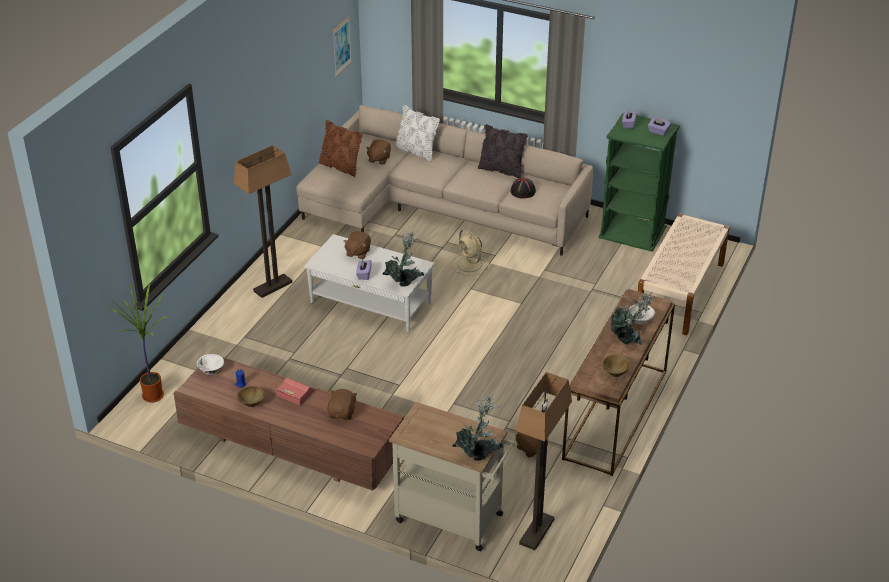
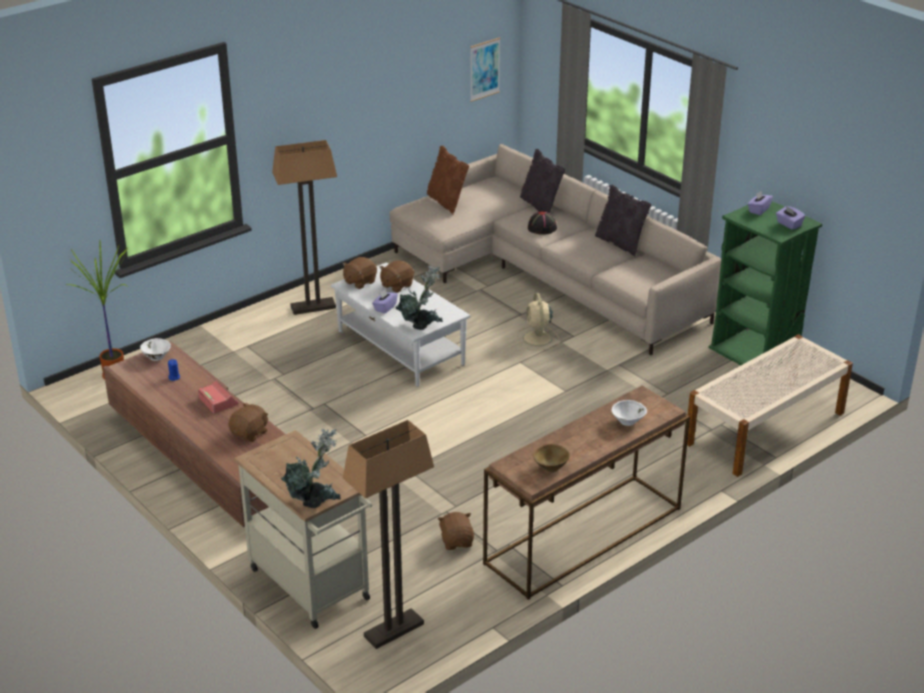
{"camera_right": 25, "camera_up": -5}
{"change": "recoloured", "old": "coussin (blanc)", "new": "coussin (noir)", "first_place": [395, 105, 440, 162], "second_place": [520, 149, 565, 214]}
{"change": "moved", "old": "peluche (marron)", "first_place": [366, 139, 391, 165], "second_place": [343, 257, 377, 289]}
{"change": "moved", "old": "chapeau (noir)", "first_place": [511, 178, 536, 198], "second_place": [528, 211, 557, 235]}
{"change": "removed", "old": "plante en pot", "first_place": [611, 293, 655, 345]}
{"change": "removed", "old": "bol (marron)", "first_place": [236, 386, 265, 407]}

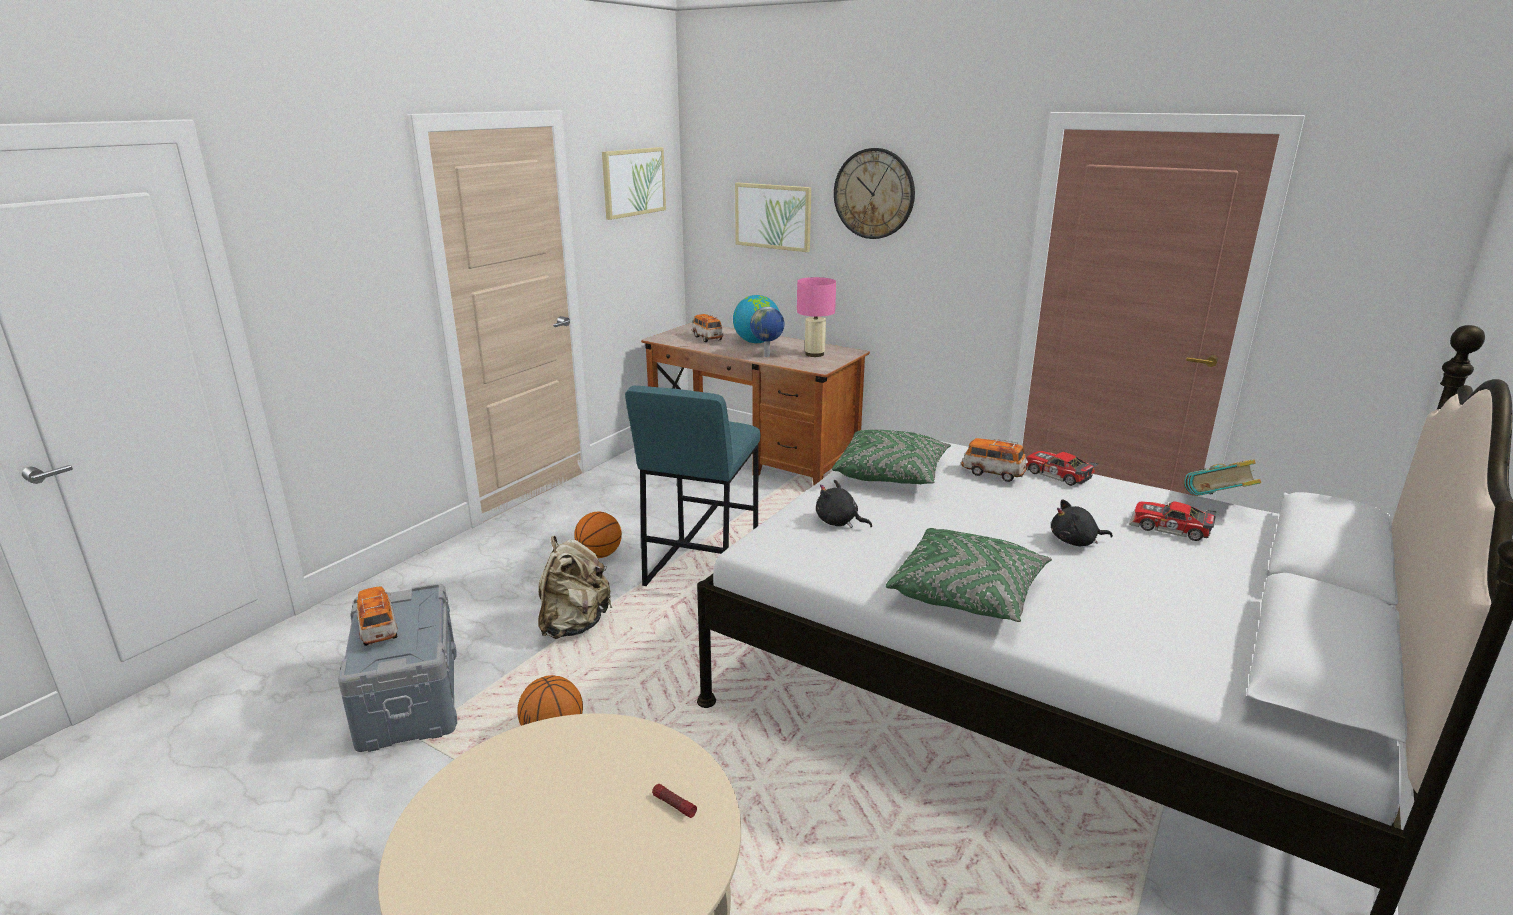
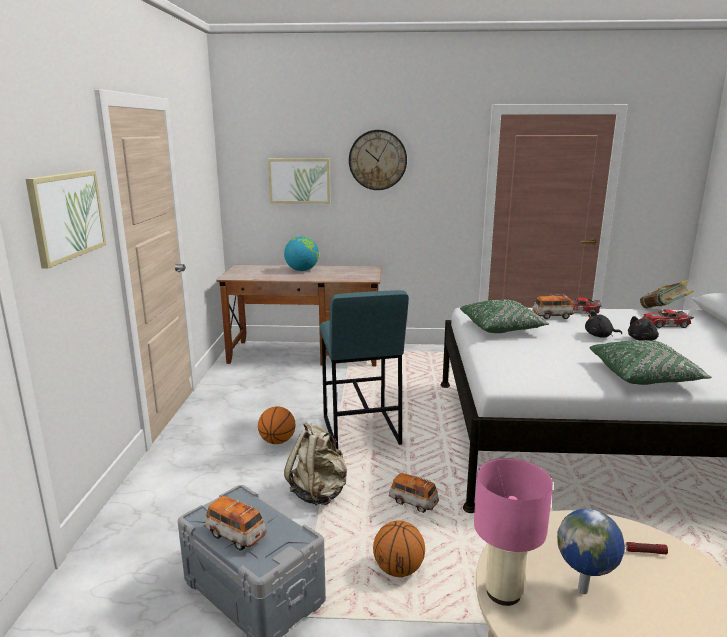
{"camera_right": -30, "camera_up": -5}
{"change": "moved", "old": "tableau", "first_place": [602, 147, 666, 220], "second_place": [25, 170, 106, 269]}
{"change": "moved", "old": "lampe de table (rose)", "first_place": [797, 277, 836, 357], "second_place": [474, 458, 553, 606]}
{"change": "moved", "old": "globe", "first_place": [750, 307, 785, 357], "second_place": [557, 509, 625, 594]}
{"change": "moved", "old": "petite voiture", "first_place": [692, 314, 724, 342], "second_place": [389, 473, 439, 513]}
{"change": "moved", "old": "peluche (noir)", "first_place": [816, 480, 872, 528], "second_place": [585, 311, 622, 337]}

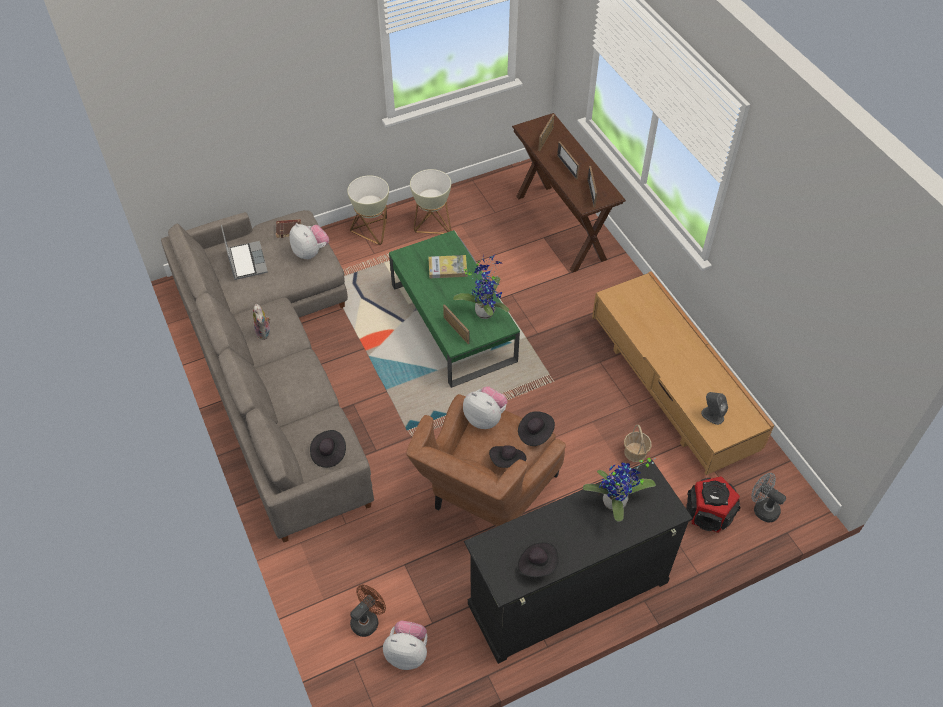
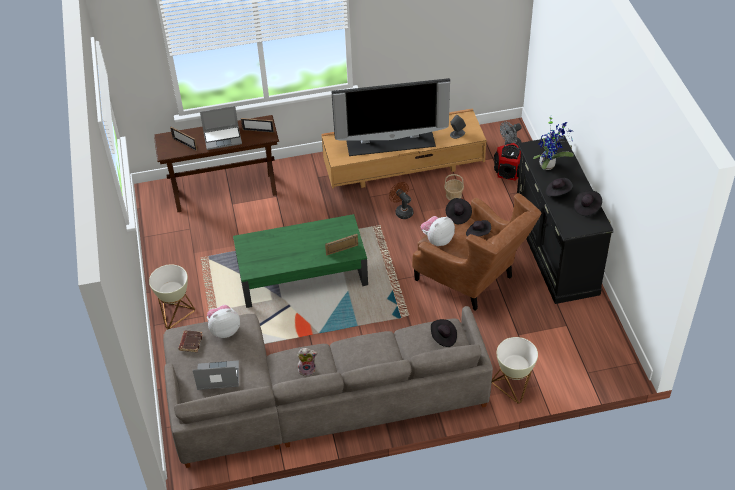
{"camera_right": -75, "camera_up": -5}
{"change": "replaced", "old": "cadre photo", "new": "ordinateur portable", "first_place": [557, 141, 579, 180], "second_place": [200, 106, 242, 150]}
{"change": "moved", "old": "cache-pot", "first_place": [410, 169, 451, 234], "second_place": [492, 337, 538, 403]}
{"change": "removed", "old": "livre", "first_place": [428, 255, 467, 278]}
{"change": "removed", "old": "plante en pot", "first_place": [453, 255, 509, 319]}
{"change": "moved", "old": "ventilateur (marron)", "first_place": [350, 584, 386, 637], "second_place": [389, 182, 413, 219]}
{"change": "removed", "old": "peluche", "first_place": [383, 620, 427, 670]}
{"change": "added", "new": "téléviseur", "second_place": [331, 78, 450, 156]}
{"change": "added", "new": "chapeau (noir)", "second_place": [546, 177, 573, 197]}

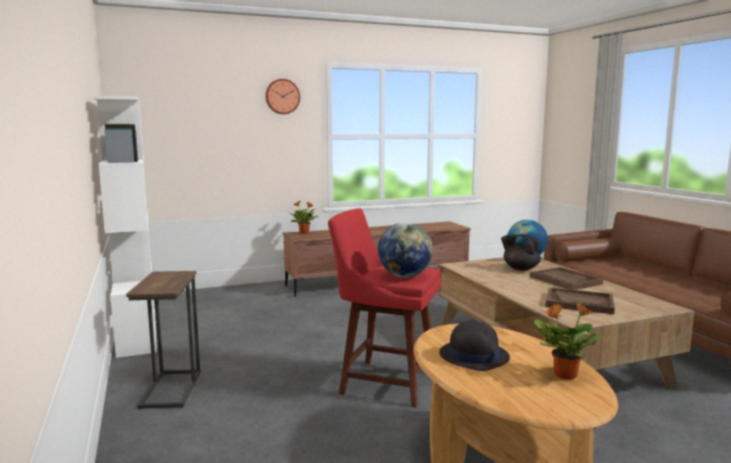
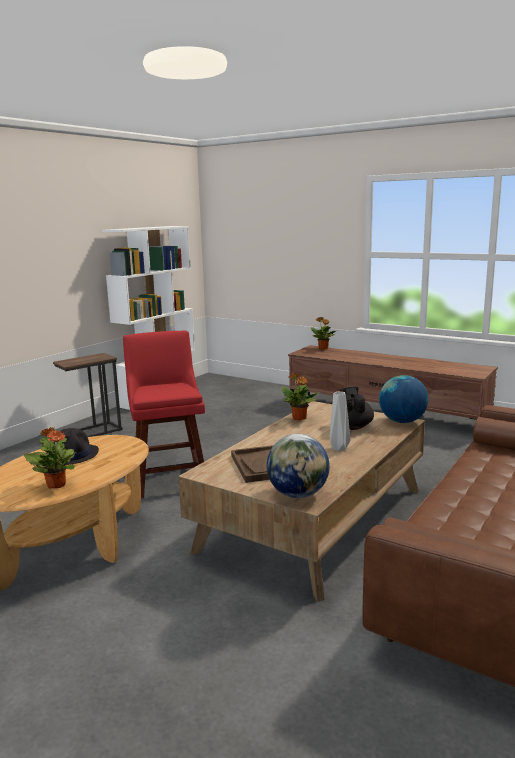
{"camera_right": 55, "camera_up": 5}
{"change": "removed", "old": "horloge murale", "first_place": [265, 79, 300, 114]}
{"change": "moved", "old": "globe", "first_place": [378, 222, 433, 278], "second_place": [266, 434, 330, 498]}
{"change": "replaced", "old": "plateau (marron)", "new": "vase (gris)", "first_place": [530, 267, 603, 290], "second_place": [329, 392, 351, 451]}
{"change": "added", "new": "plante en pot", "second_place": [282, 373, 320, 420]}

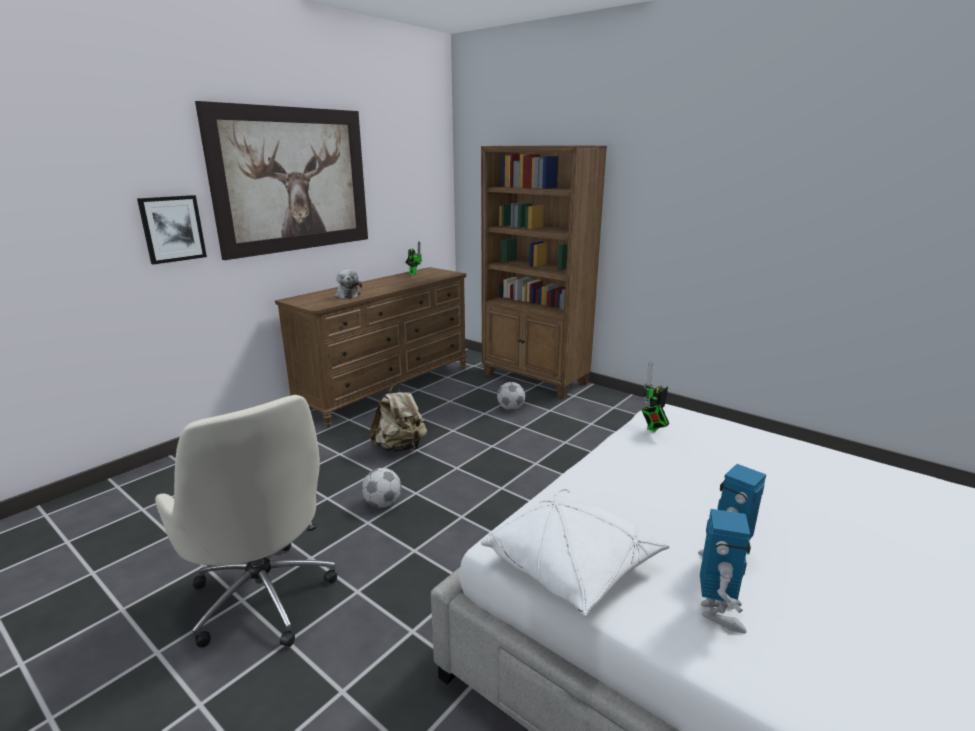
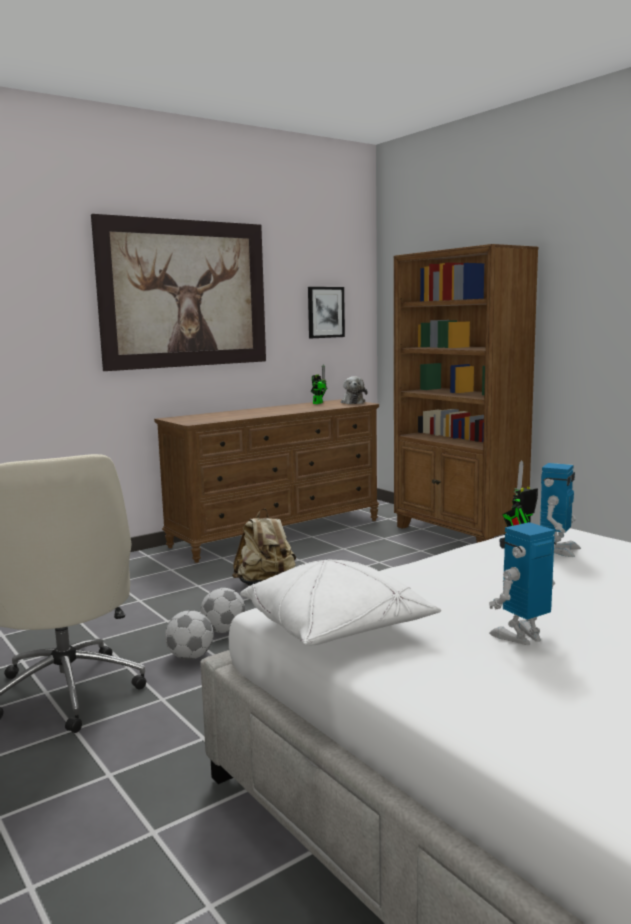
{"camera_right": 15, "camera_up": -10}
{"change": "moved", "old": "tableau", "first_place": [137, 195, 207, 265], "second_place": [308, 287, 345, 338]}
{"change": "moved", "old": "peluche", "first_place": [335, 270, 362, 299], "second_place": [341, 376, 367, 404]}
{"change": "moved", "old": "ballon de foot", "first_place": [497, 382, 525, 410], "second_place": [165, 610, 214, 660]}
{"change": "moved", "old": "robot jouet", "first_place": [700, 509, 751, 633], "second_place": [540, 463, 581, 557]}

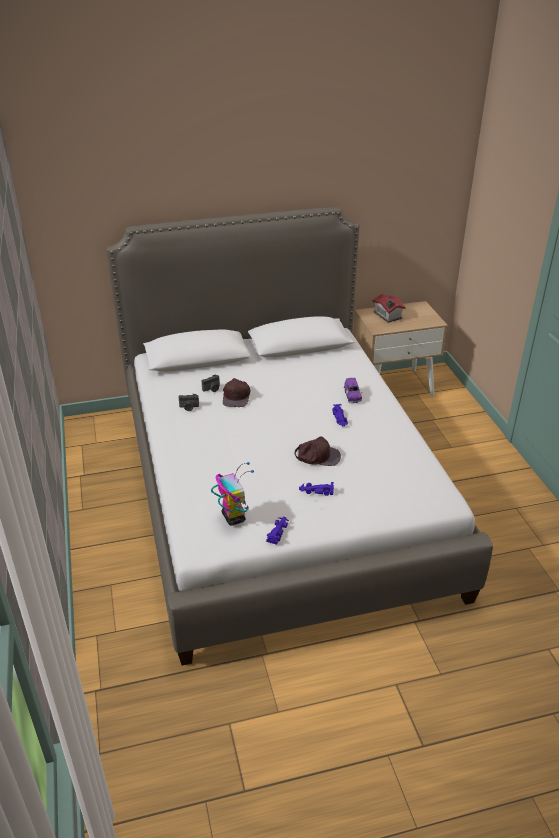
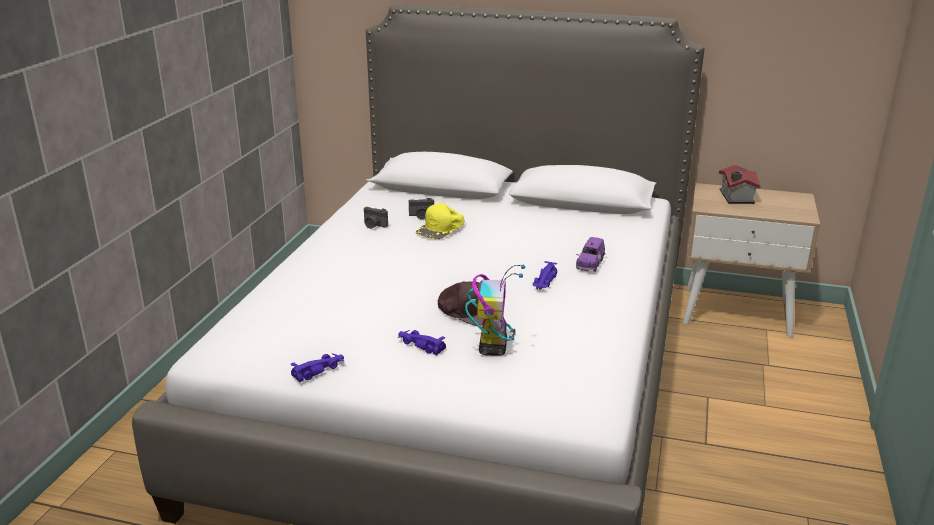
{"camera_right": 30, "camera_up": -10}
{"change": "recoloured", "old": "casquette (marron)", "new": "casquette (jaune)", "first_place": [223, 378, 250, 407], "second_place": [415, 203, 465, 239]}
{"change": "moved", "old": "robot jouet", "first_place": [211, 462, 254, 526], "second_place": [465, 265, 525, 356]}

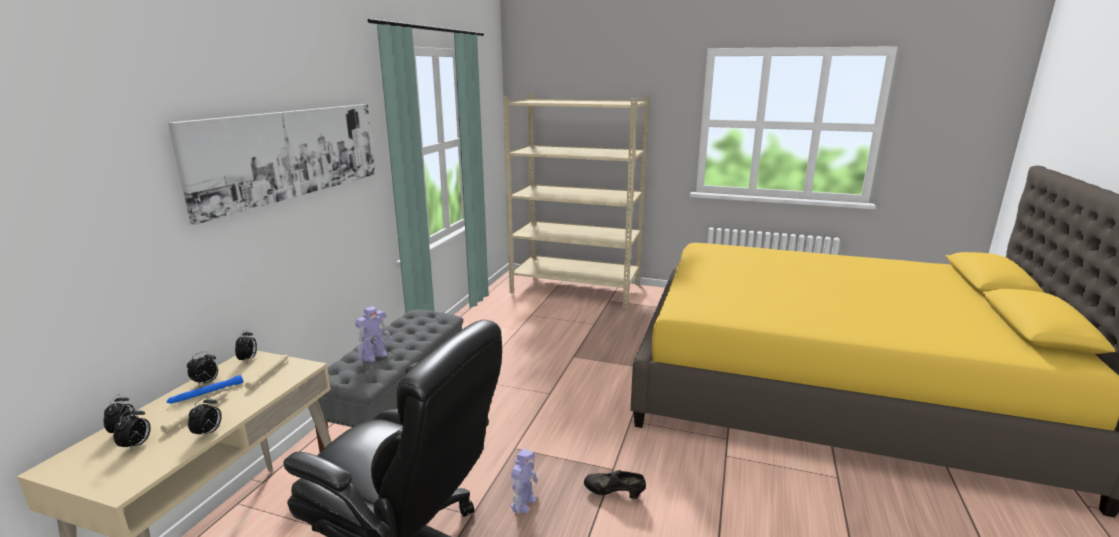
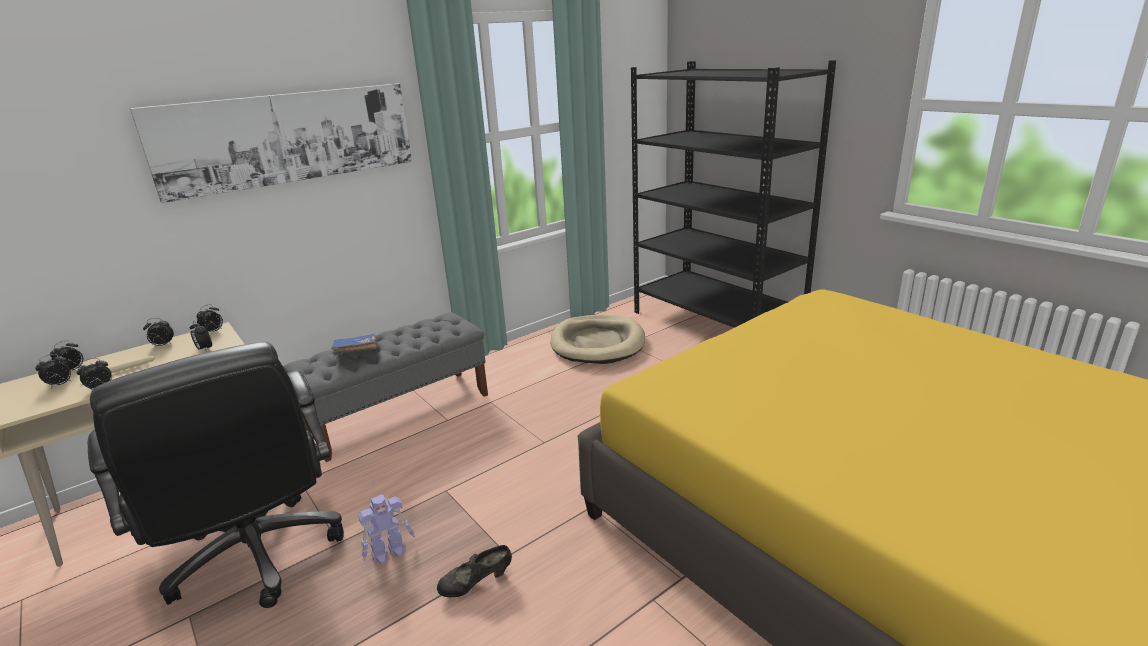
{"camera_right": 35, "camera_up": 5}
{"change": "recoloured", "old": "bibliothèque (beige)", "new": "bibliothèque (noir)", "first_place": [503, 93, 649, 308], "second_place": [631, 60, 836, 328]}
{"change": "replaced", "old": "robot jouet", "new": "livre (bleu)", "first_place": [355, 306, 393, 362], "second_place": [331, 334, 377, 354]}
{"change": "replaced", "old": "lampe de poche (beige)", "new": "réveil", "first_place": [245, 355, 288, 390], "second_place": [190, 321, 212, 352]}
{"change": "removed", "old": "lampe de poche (bleu)", "first_place": [167, 375, 243, 404]}
{"change": "turned", "old": "chaussure (noir)", "first_place": [584, 470, 646, 499], "second_place": [437, 545, 512, 597], "degrees": -75}
{"change": "added", "new": "panier pour chien (beige)", "second_place": [550, 315, 645, 364]}

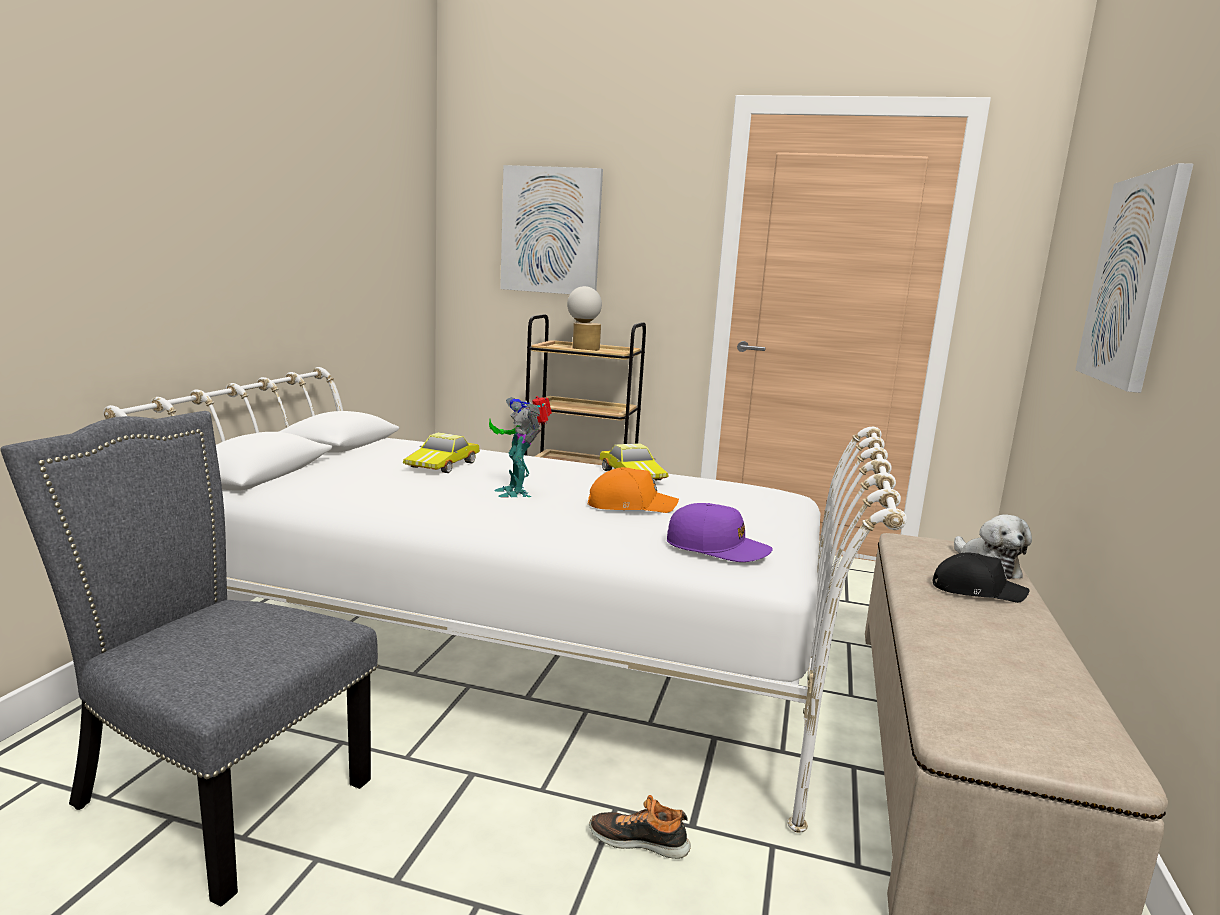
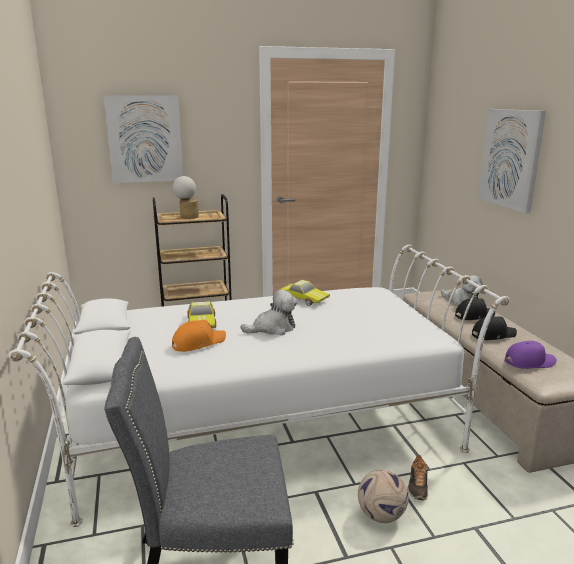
{"camera_right": -30, "camera_up": 5}
{"change": "replaced", "old": "robot jouet", "new": "peluche", "first_place": [489, 396, 552, 497], "second_place": [241, 290, 298, 335]}
{"change": "moved", "old": "casquette (orange)", "first_place": [588, 467, 679, 513], "second_place": [172, 320, 226, 352]}
{"change": "moved", "old": "casquette (violet)", "first_place": [667, 503, 773, 562], "second_place": [505, 341, 557, 369]}
{"change": "turned", "old": "chaussure", "first_place": [589, 795, 691, 859], "second_place": [407, 455, 428, 500], "degrees": -60}
{"change": "added", "new": "casquette (noir)", "second_place": [472, 316, 517, 340]}
{"change": "added", "new": "ballon de foot", "second_place": [358, 470, 409, 523]}

